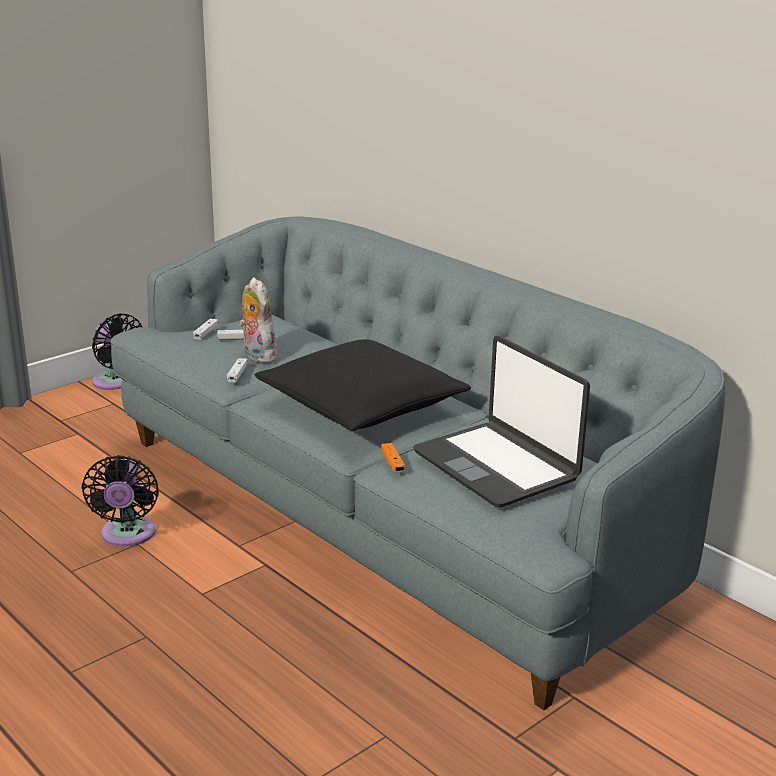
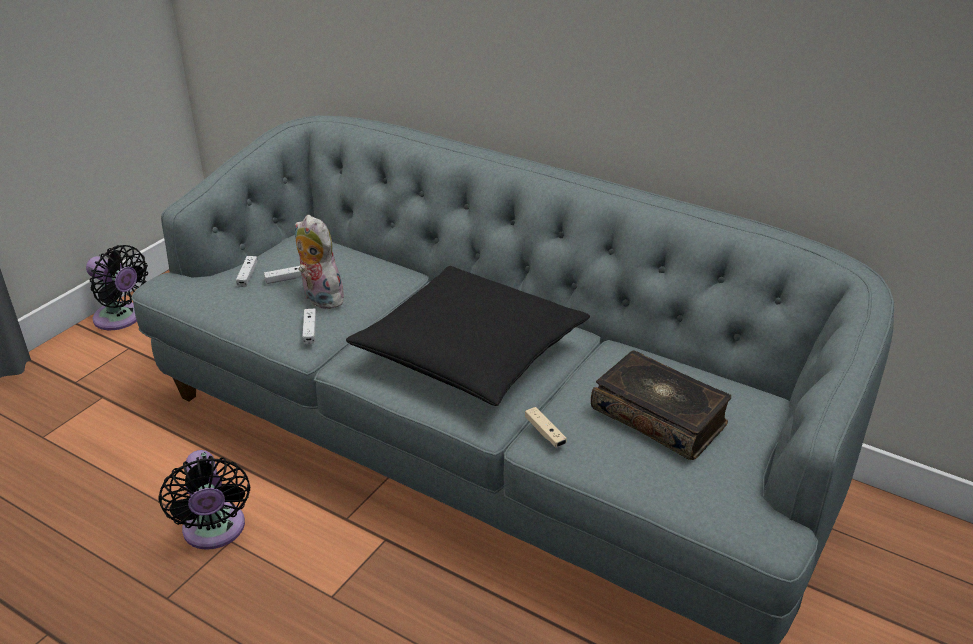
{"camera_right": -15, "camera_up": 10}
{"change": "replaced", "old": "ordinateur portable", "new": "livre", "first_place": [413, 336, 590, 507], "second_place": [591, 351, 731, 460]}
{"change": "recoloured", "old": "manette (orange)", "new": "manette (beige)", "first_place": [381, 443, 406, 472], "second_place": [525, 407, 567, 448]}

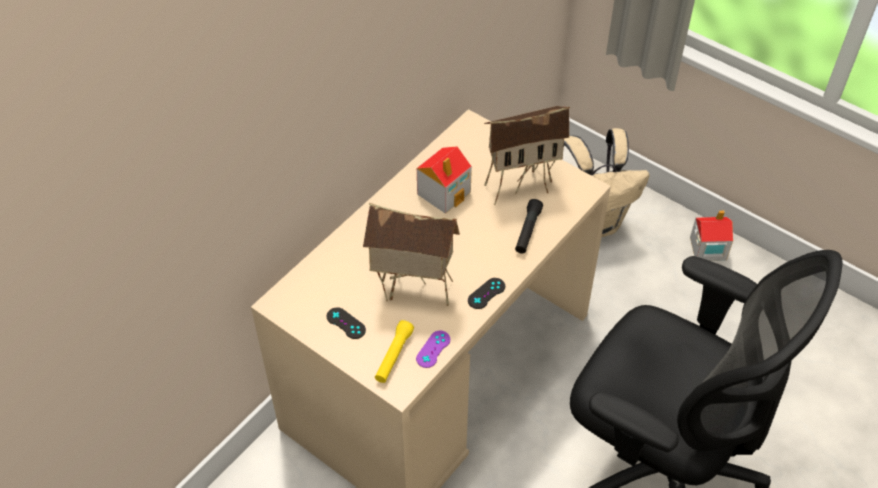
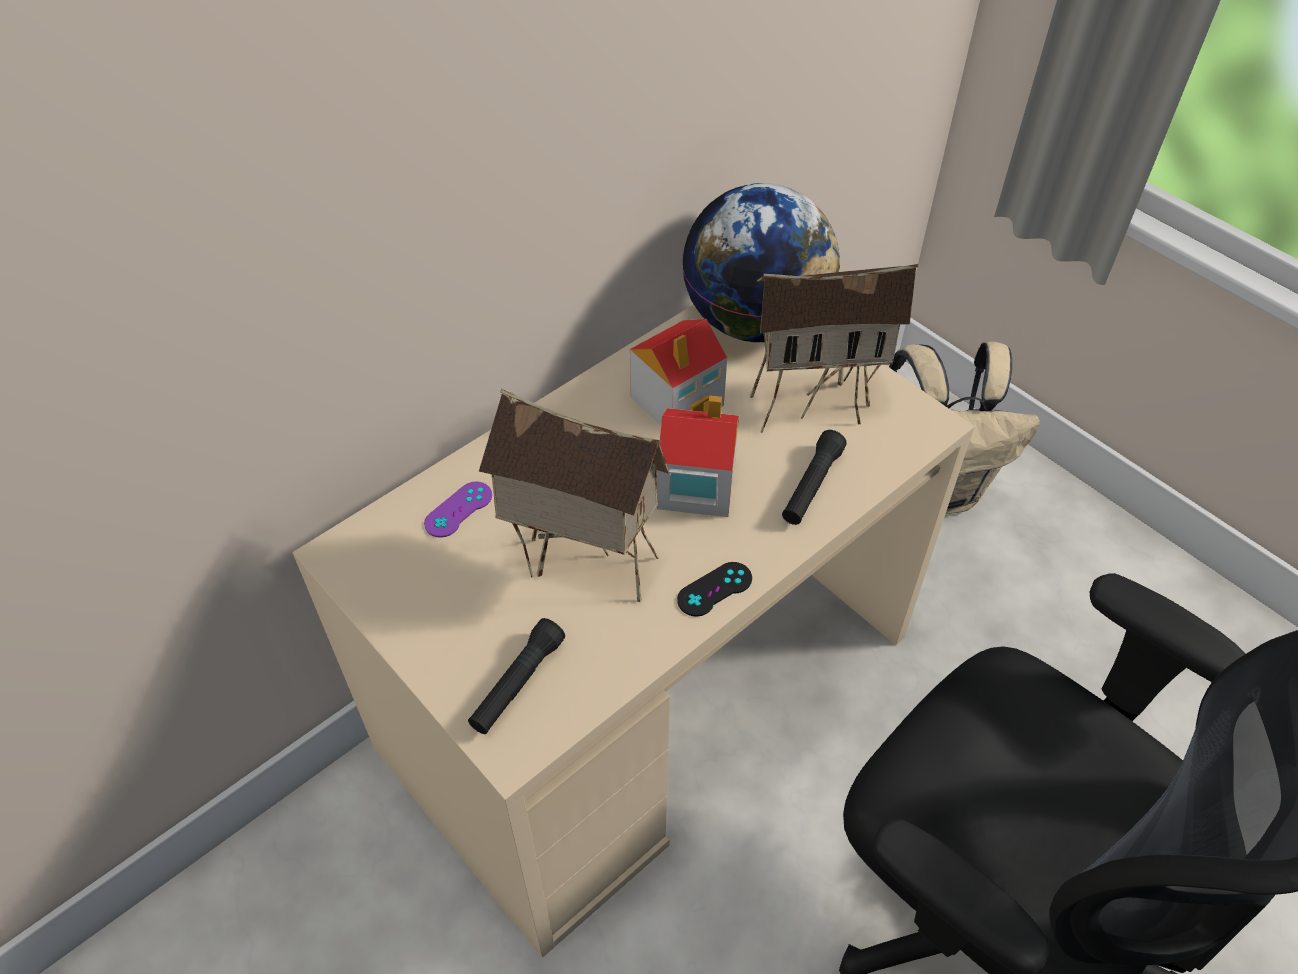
{"camera_right": 10, "camera_up": 0}
{"change": "moved", "old": "maison miniature", "first_place": [690, 211, 733, 261], "second_place": [656, 395, 739, 517]}
{"change": "removed", "old": "manette (noir)", "first_place": [327, 307, 366, 339]}
{"change": "recoloured", "old": "lampe de poche (jaune)", "new": "lampe de poche (noir)", "first_place": [375, 320, 414, 383], "second_place": [468, 618, 565, 734]}
{"change": "moved", "old": "manette (violet)", "first_place": [416, 331, 450, 368], "second_place": [424, 481, 492, 538]}
{"change": "added", "new": "globe", "second_place": [682, 183, 840, 342]}

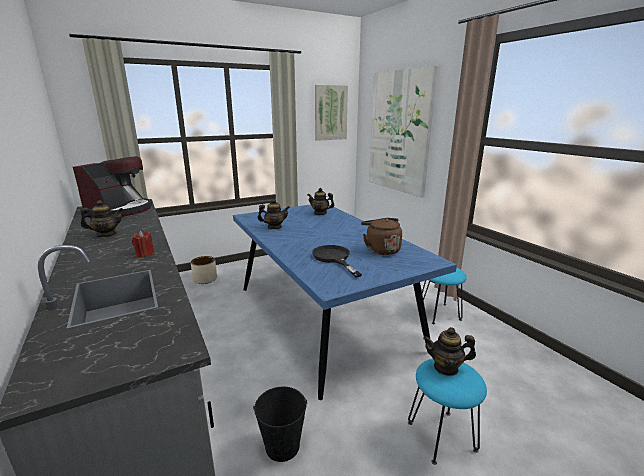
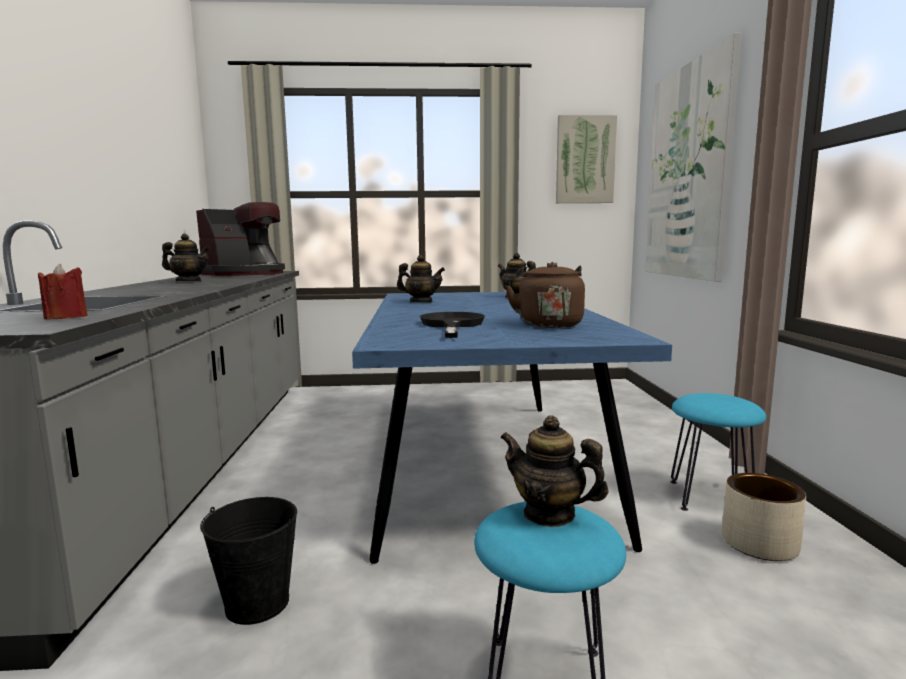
{"camera_right": 25, "camera_up": -10}
{"change": "moved", "old": "bougie (rouge)", "first_place": [132, 231, 155, 257], "second_place": [38, 264, 88, 320]}
{"change": "moved", "old": "cache-pot (beige)", "first_place": [191, 256, 217, 284], "second_place": [722, 473, 806, 561]}

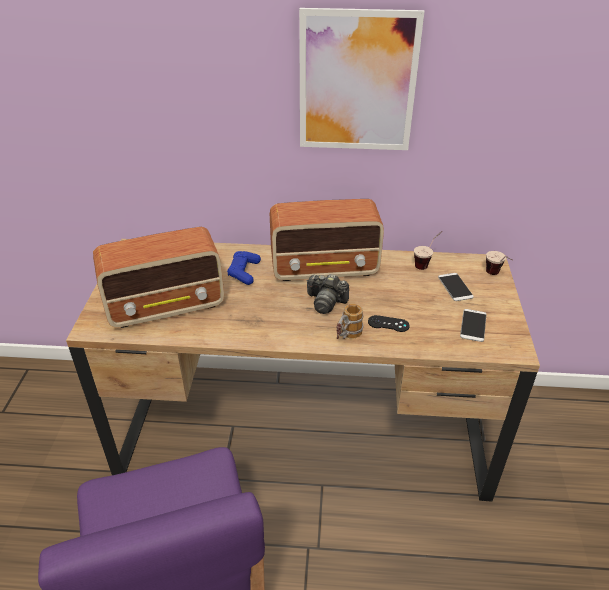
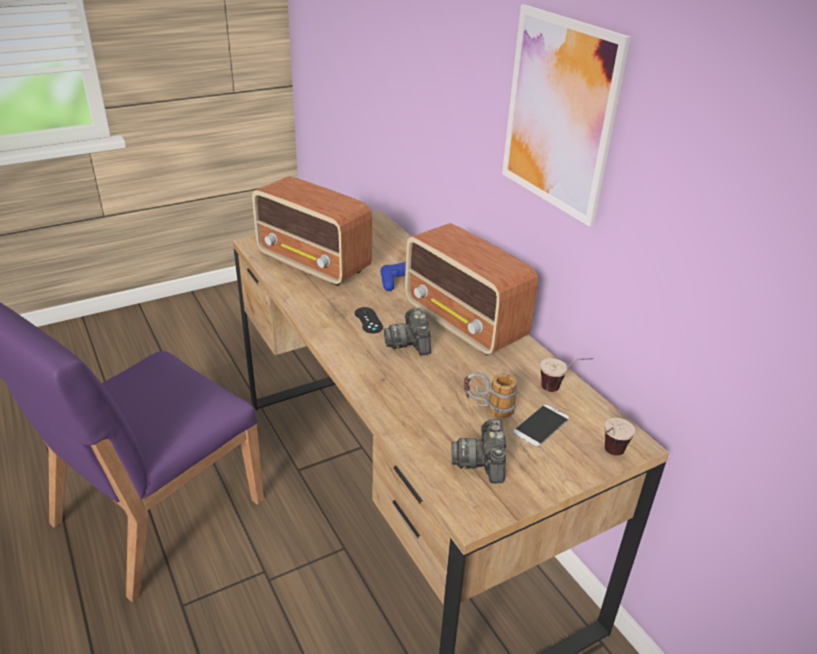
{"camera_right": 55, "camera_up": -5}
{"change": "moved", "old": "mug", "first_place": [336, 304, 364, 339], "second_place": [463, 372, 517, 418]}
{"change": "replaced", "old": "téléphone", "new": "appareil photo", "first_place": [460, 309, 486, 342], "second_place": [451, 419, 506, 484]}
{"change": "moved", "old": "manette (noir)", "first_place": [368, 315, 410, 332], "second_place": [355, 307, 383, 333]}

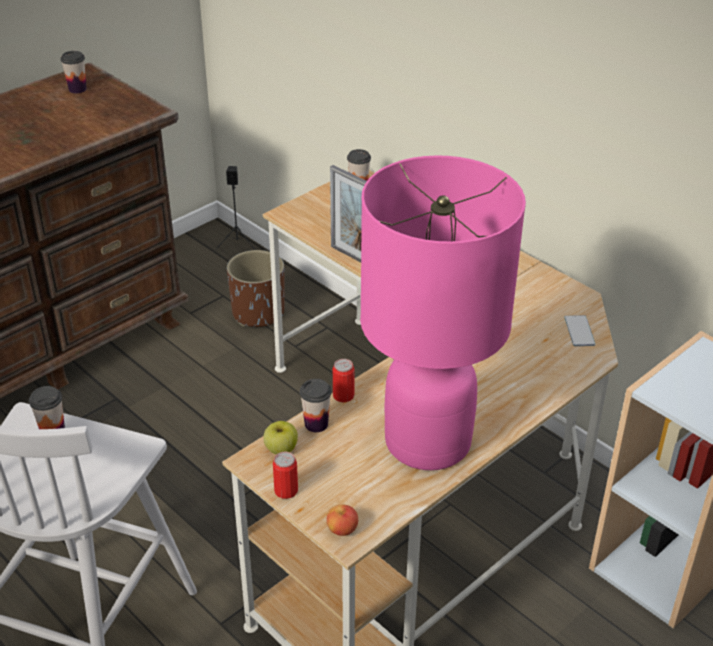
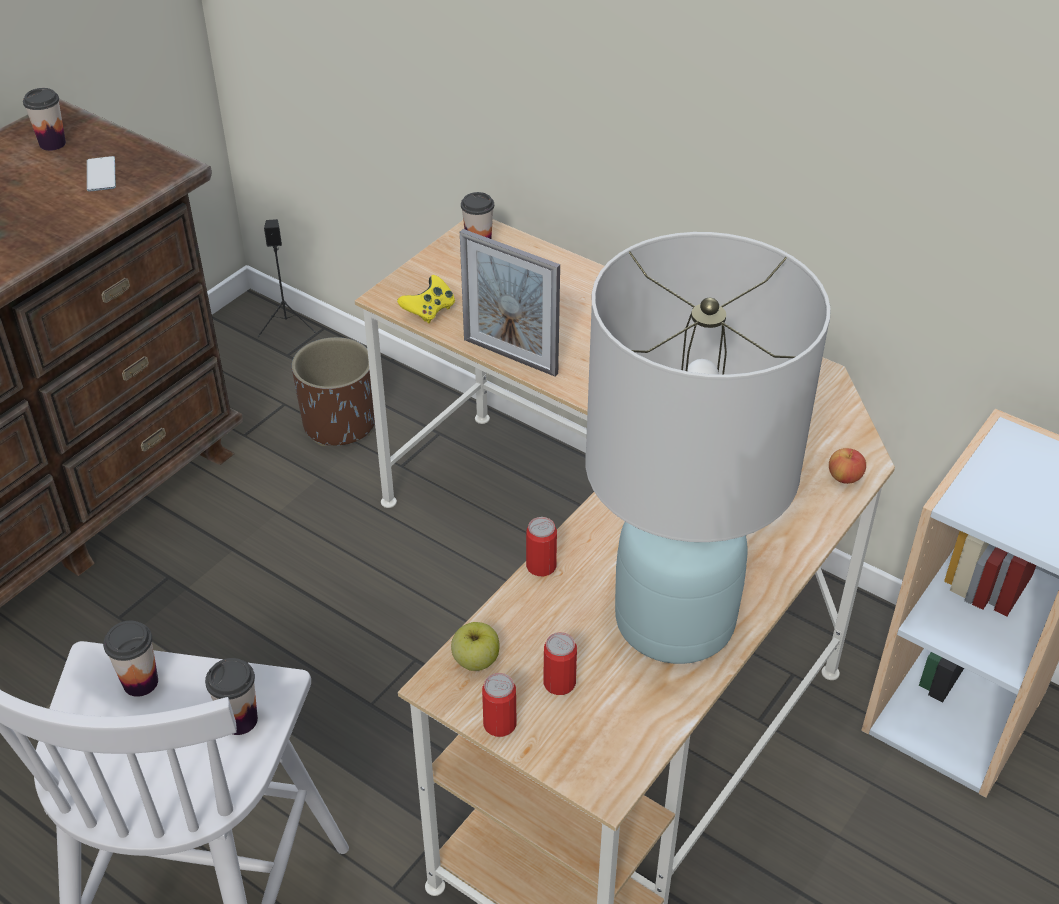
{"camera_right": -10, "camera_up": 5}
{"change": "recoloured", "old": "lampe de table (rose)", "new": "lampe de table (blanc)", "first_place": [360, 155, 526, 470], "second_place": [585, 232, 831, 664]}
{"change": "moved", "old": "téléphone", "first_place": [564, 315, 595, 346], "second_place": [87, 156, 116, 192]}
{"change": "moved", "old": "tasse", "first_place": [300, 379, 332, 432], "second_place": [205, 658, 258, 735]}
{"change": "moved", "old": "pomme", "first_place": [327, 504, 358, 536], "second_place": [829, 448, 866, 484]}
{"change": "added", "new": "manette (jaune)", "second_place": [397, 275, 455, 324]}
{"change": "added", "new": "boîte métallique", "second_place": [543, 632, 577, 695]}

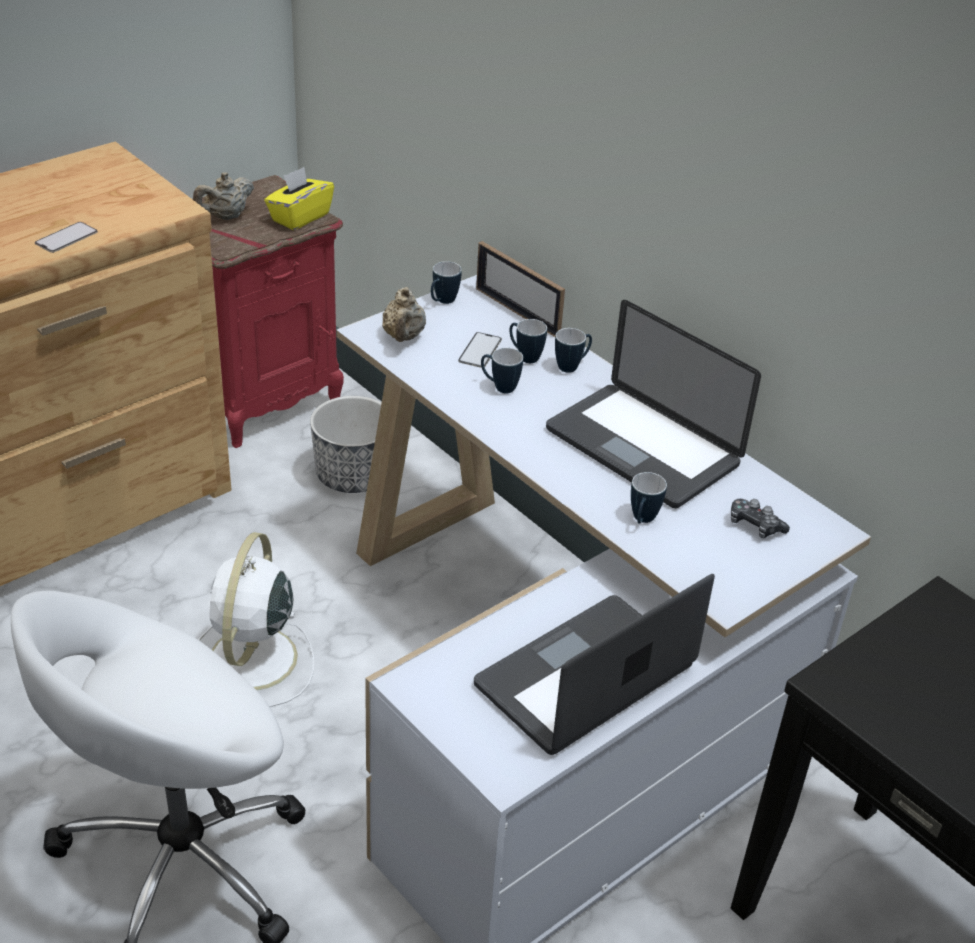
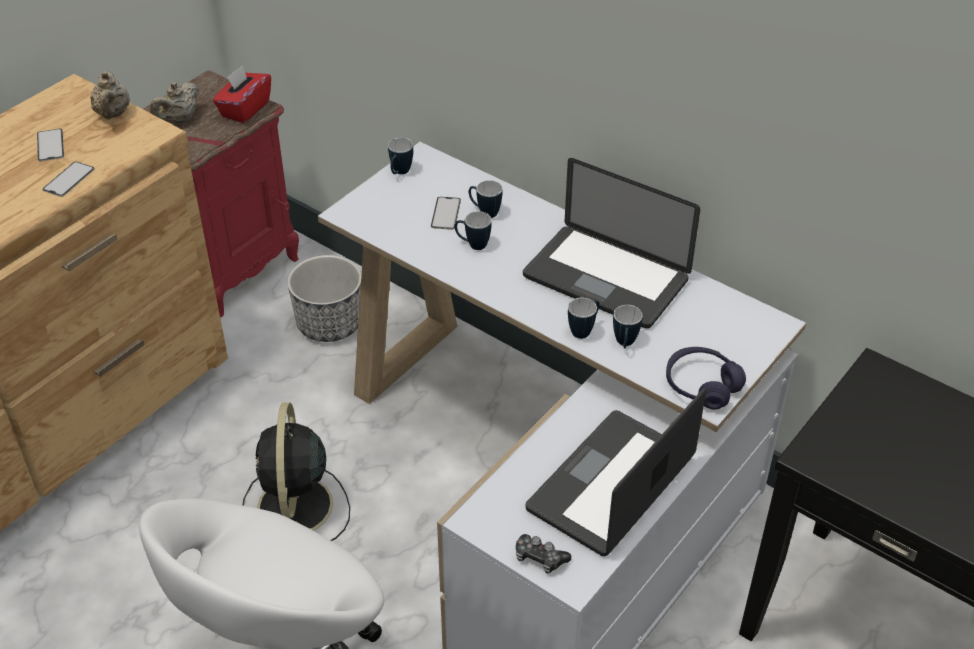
{"camera_right": -10, "camera_up": 5}
{"change": "recoloured", "old": "boîte à mouchoirs (jaune)", "new": "boîte à mouchoirs (rouge)", "first_place": [264, 167, 334, 230], "second_place": [213, 65, 271, 123]}
{"change": "removed", "old": "cadre photo", "first_place": [476, 241, 565, 337]}
{"change": "moved", "old": "théière (beige)", "first_place": [382, 287, 426, 342], "second_place": [90, 71, 130, 120]}
{"change": "moved", "old": "mug", "first_place": [555, 328, 592, 373], "second_place": [568, 298, 599, 339]}
{"change": "moved", "old": "manette", "first_place": [731, 499, 790, 538], "second_place": [516, 534, 571, 574]}
{"change": "recoloured", "old": "ventilateur (blanc)", "new": "ventilateur (noir)", "first_place": [198, 532, 314, 707], "second_place": [243, 402, 350, 541]}
{"change": "added", "new": "téléphone", "second_place": [37, 129, 64, 162]}
{"change": "added", "new": "casque audio (violet)", "second_place": [666, 347, 746, 410]}

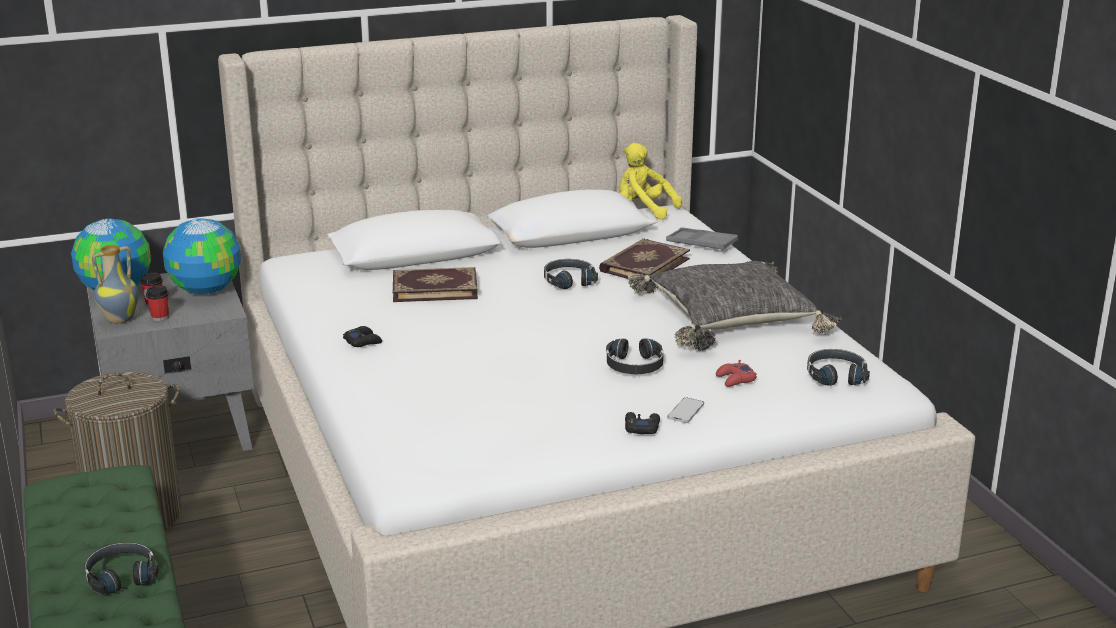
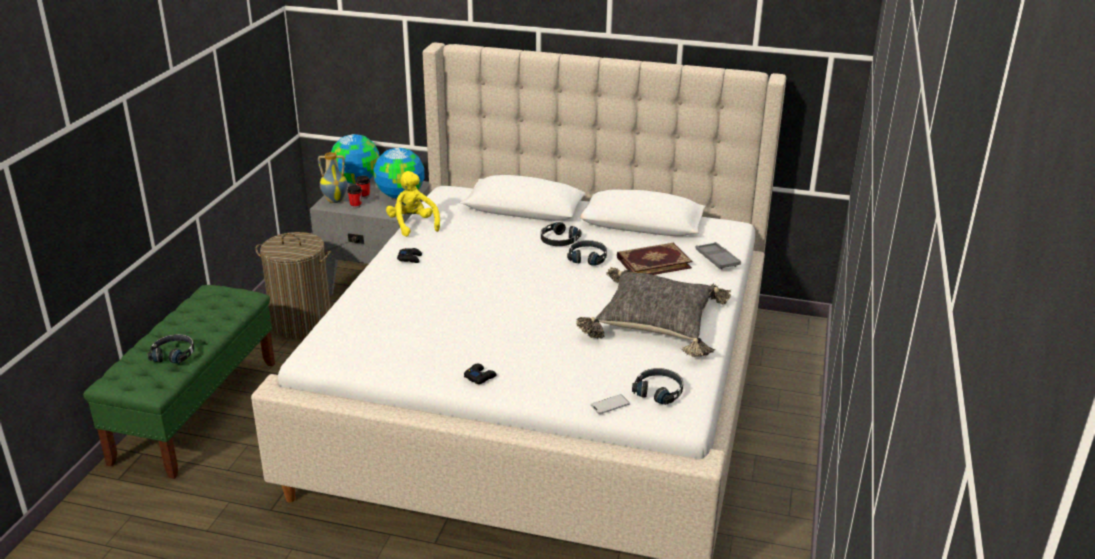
{"camera_right": 35, "camera_up": 5}
{"change": "moved", "old": "peluche (jaune)", "first_place": [619, 143, 682, 219], "second_place": [386, 171, 440, 237]}
{"change": "removed", "old": "livre", "first_place": [393, 267, 478, 302]}
{"change": "moved", "old": "casque audio (noir)", "first_place": [606, 338, 664, 374], "second_place": [541, 222, 581, 246]}
{"change": "removed", "old": "manette (rouge)", "first_place": [716, 360, 757, 387]}
{"change": "moved", "old": "téléphone", "first_place": [667, 397, 704, 423], "second_place": [591, 394, 629, 414]}

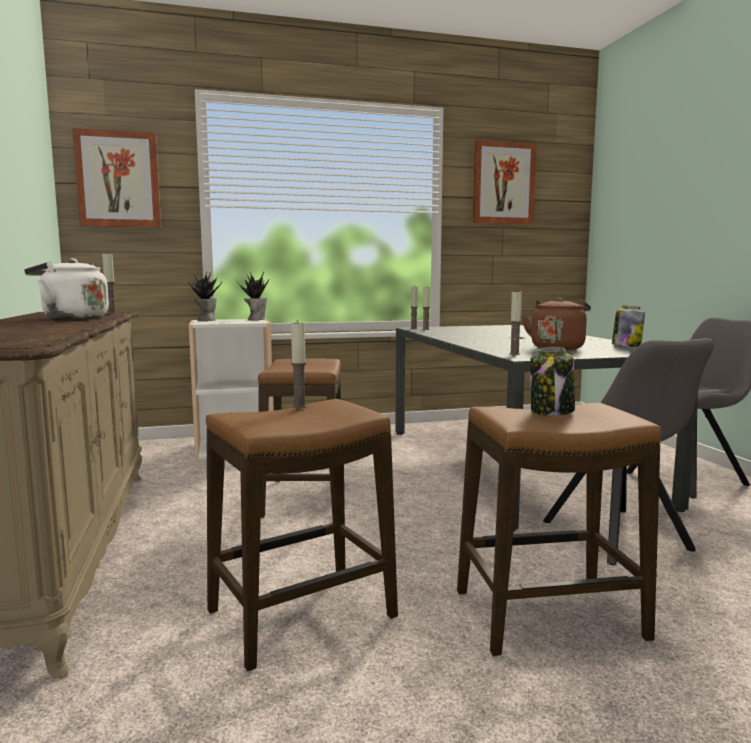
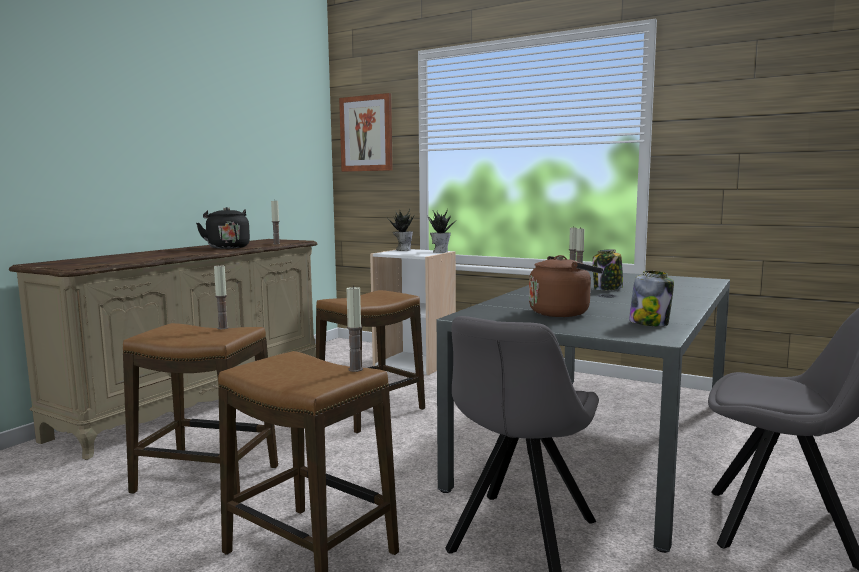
{"camera_right": 45, "camera_up": 0}
{"change": "removed", "old": "tableau", "first_place": [473, 140, 537, 225]}
{"change": "recoloured", "old": "bouilloire (blanc)", "new": "bouilloire (noir)", "first_place": [24, 258, 109, 319], "second_place": [196, 207, 250, 249]}
{"change": "moved", "old": "bougie", "first_place": [509, 292, 522, 355], "second_place": [346, 285, 363, 372]}
{"change": "moved", "old": "bocal", "first_place": [530, 347, 575, 416], "second_place": [593, 249, 623, 290]}

